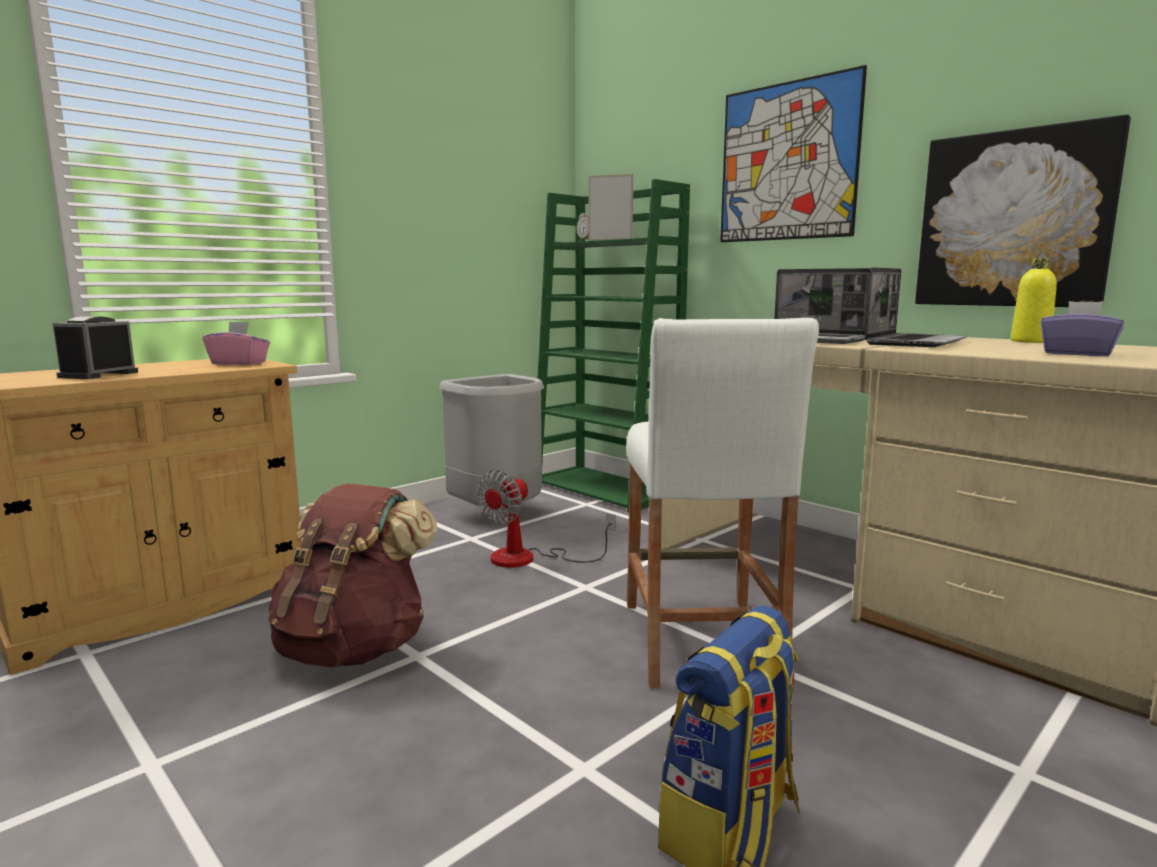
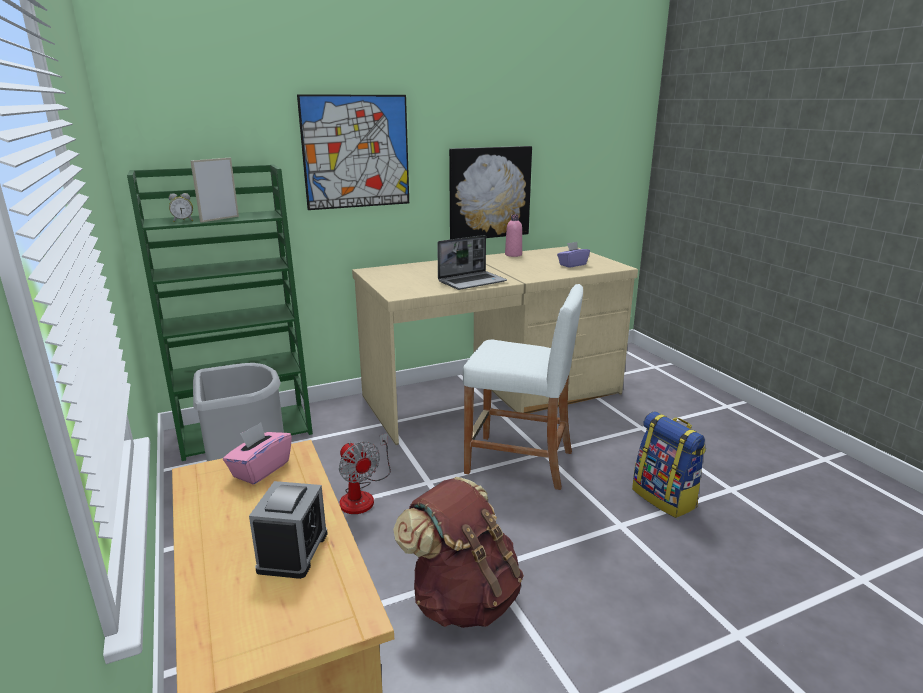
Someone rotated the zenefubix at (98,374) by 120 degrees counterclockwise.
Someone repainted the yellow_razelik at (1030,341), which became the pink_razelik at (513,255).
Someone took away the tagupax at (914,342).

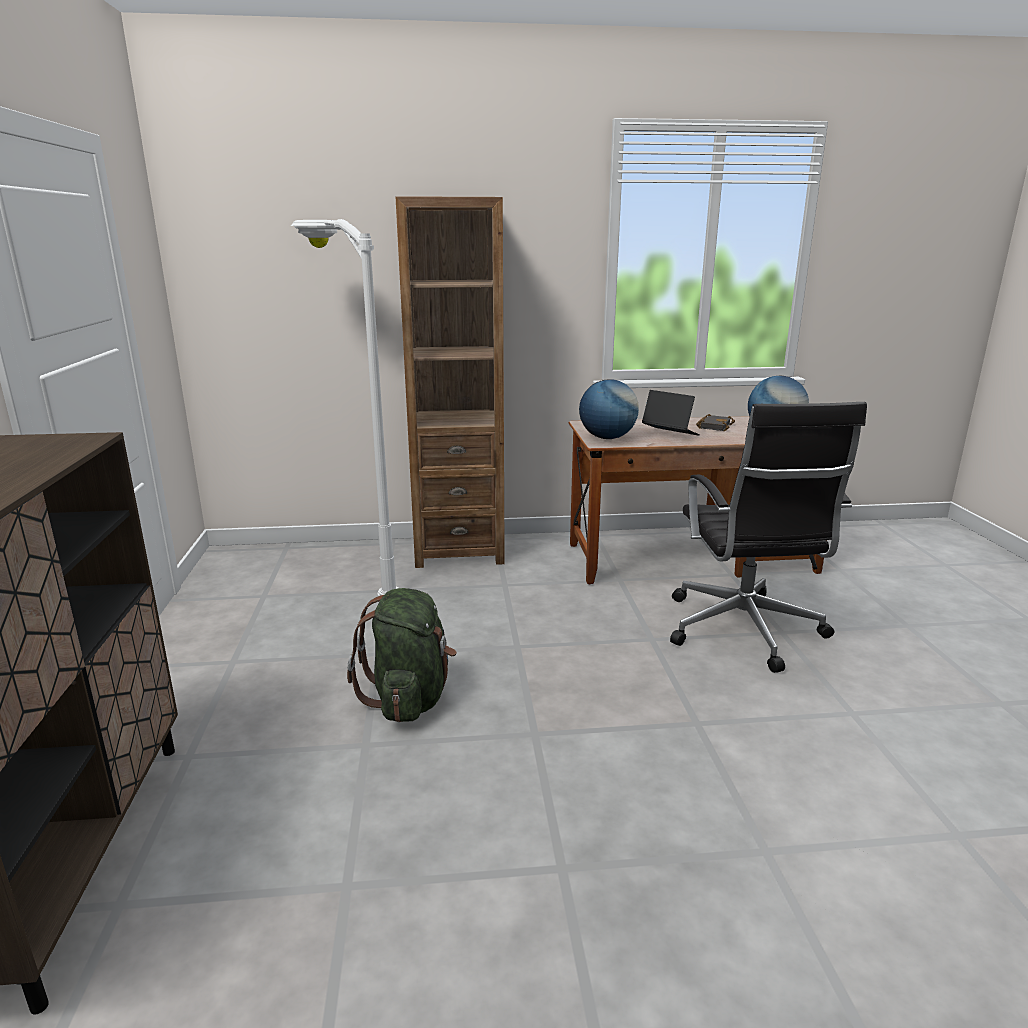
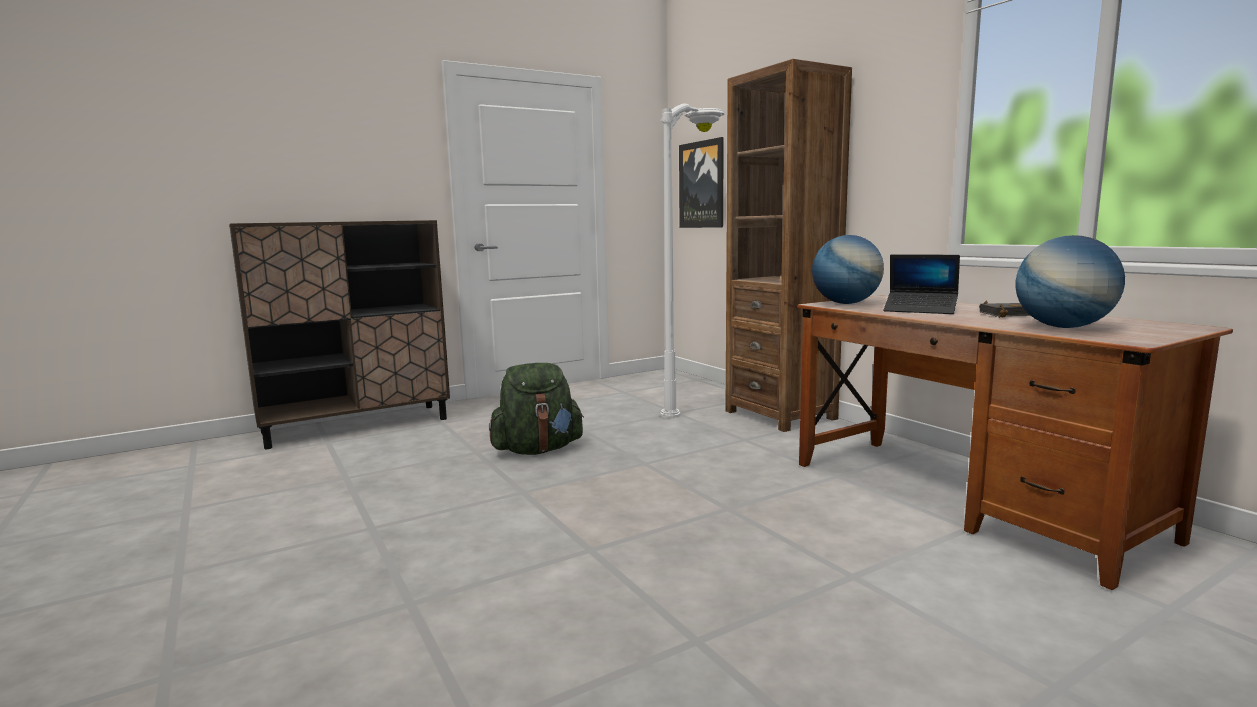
Someone put up the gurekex at (702,185).
Someone rotated the tagupax at (670,434) by 105 degrees clockwise.
Someone took away the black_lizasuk at (744,631).

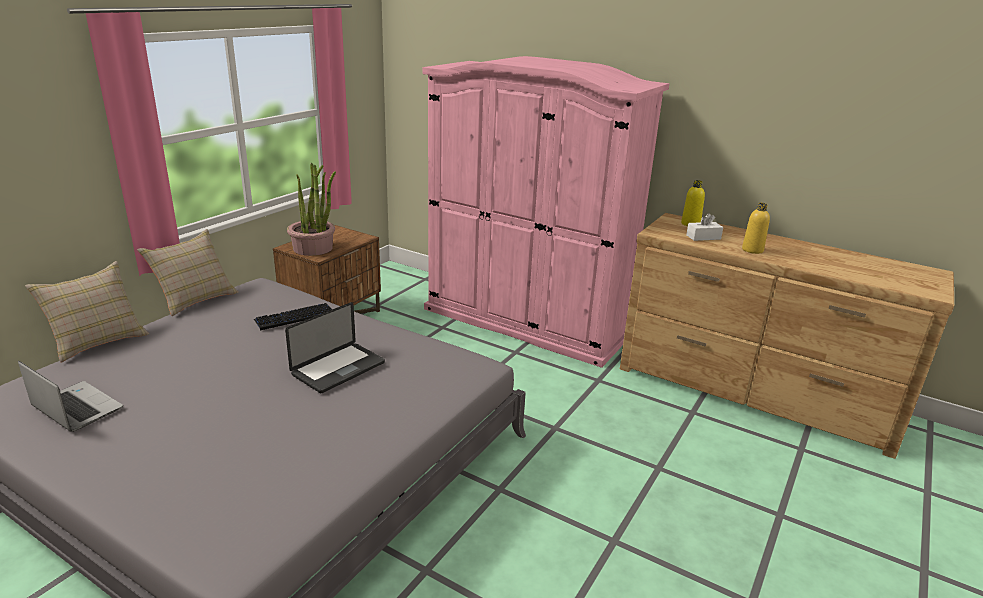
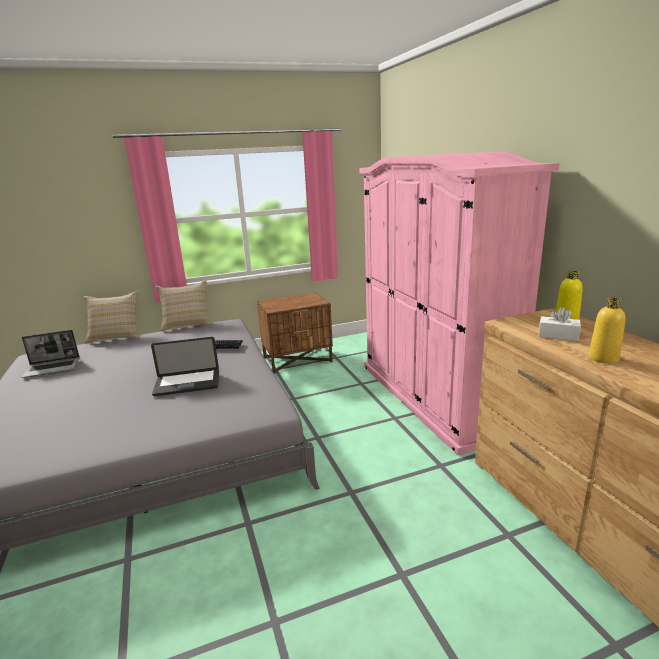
Someone rotated the tagupax at (75,408) by 90 degrees clockwise.
Someone took away the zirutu at (313,248).

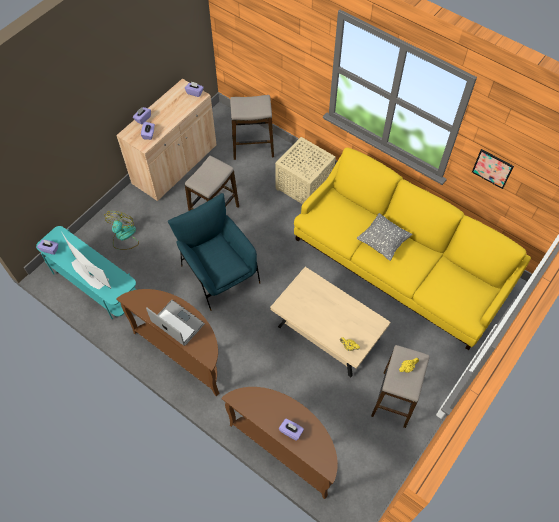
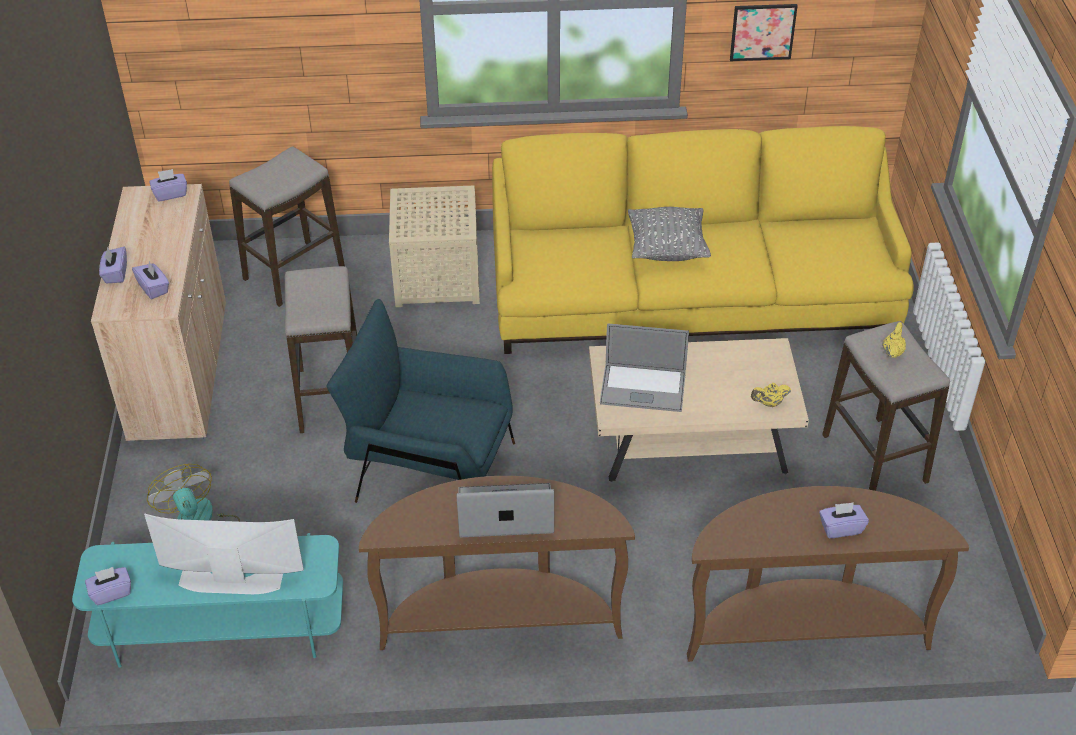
Someone put down the tagupax at (643,388).

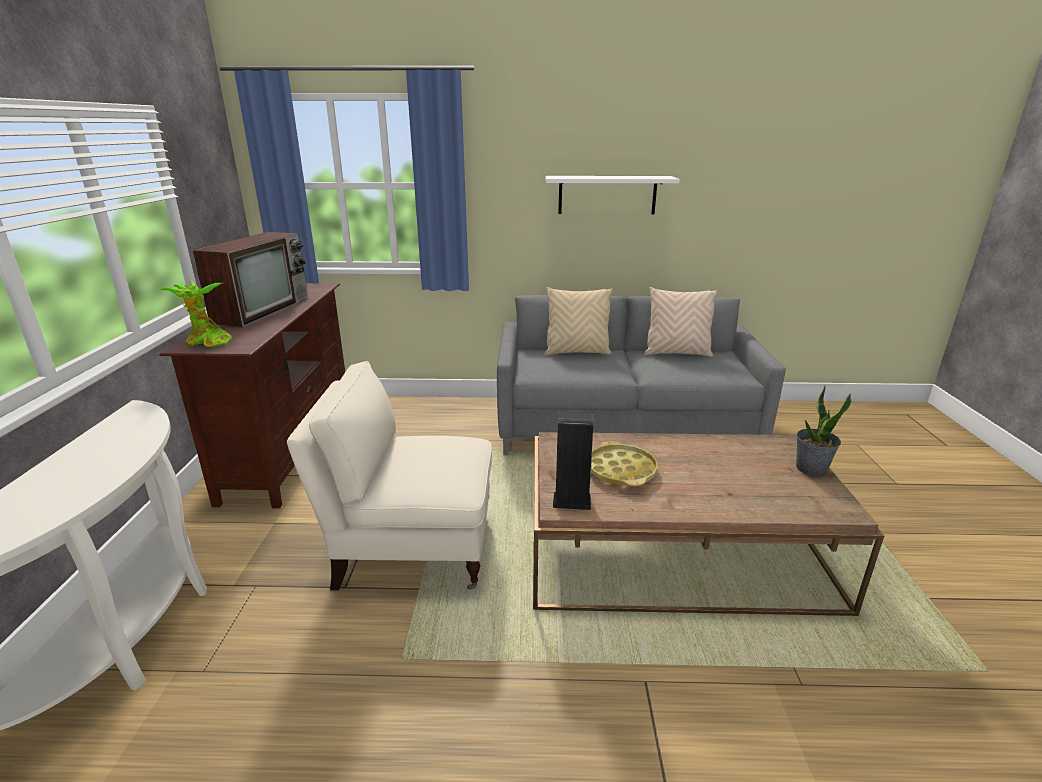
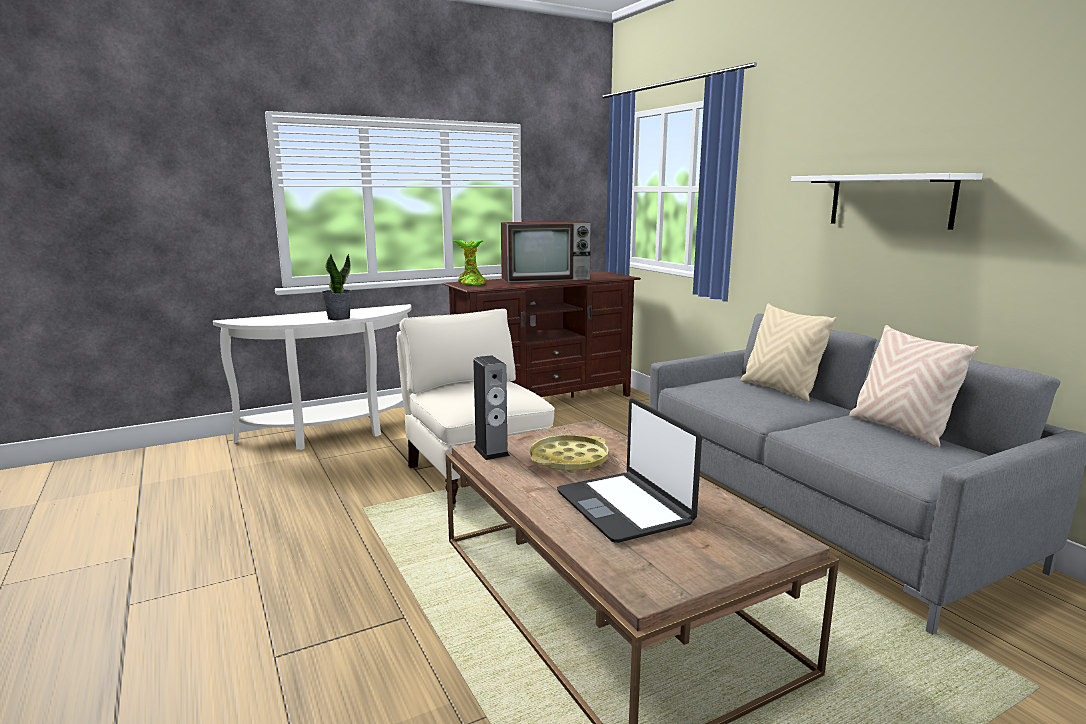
Someone carried the zirutu from (811,469) to (338,318).
Someone put down the tagupax at (624,507).

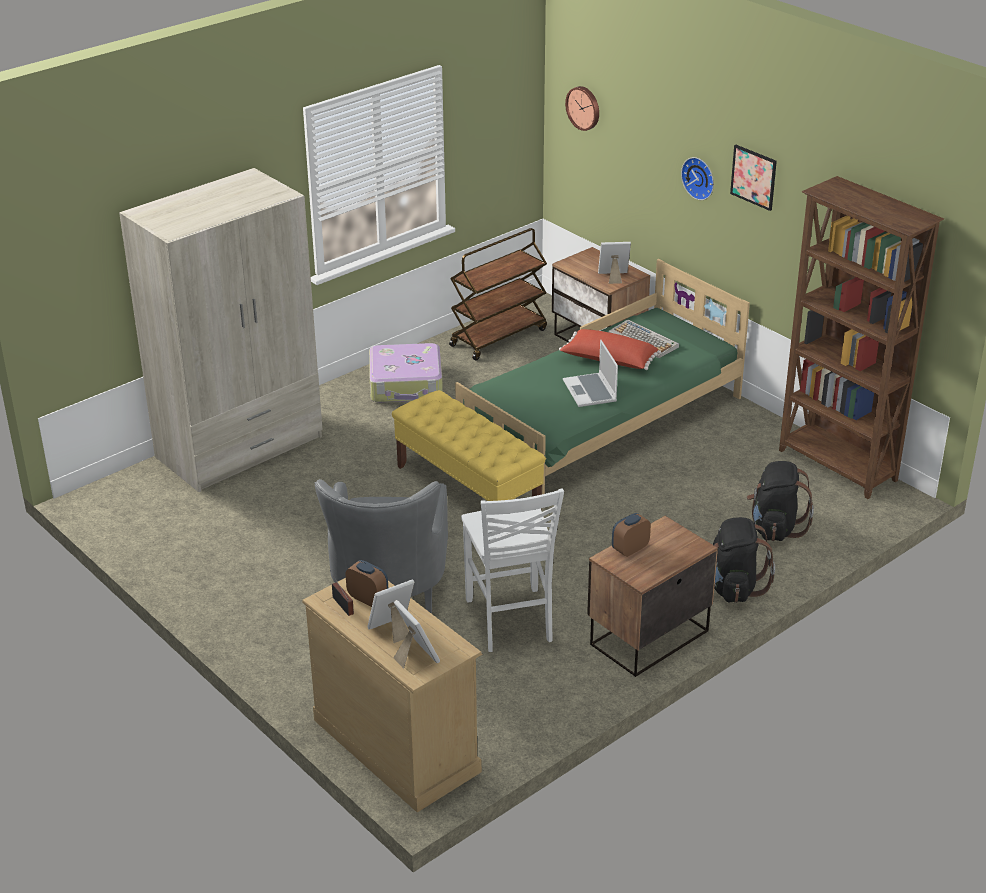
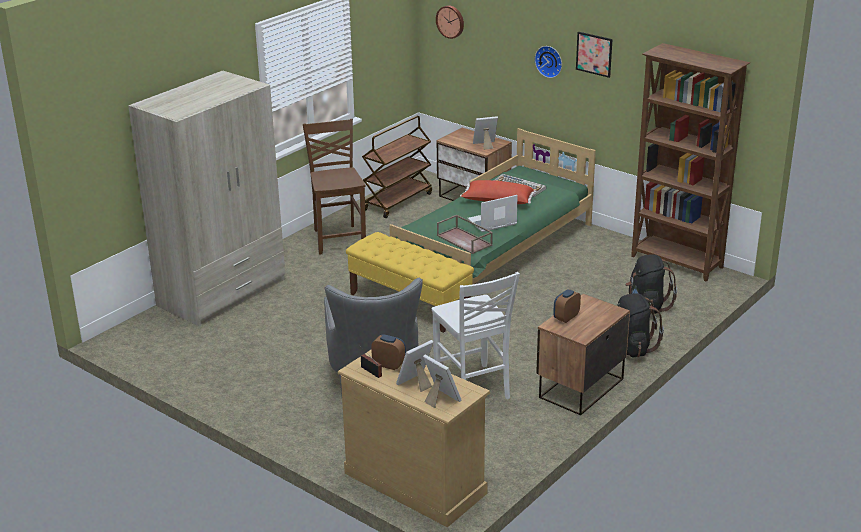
Someone swapped the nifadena at (406,385) for the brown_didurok at (338,239).
Someone put down the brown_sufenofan at (465,240).
Someone rotated the tagupax at (590,392) by 90 degrees clockwise.

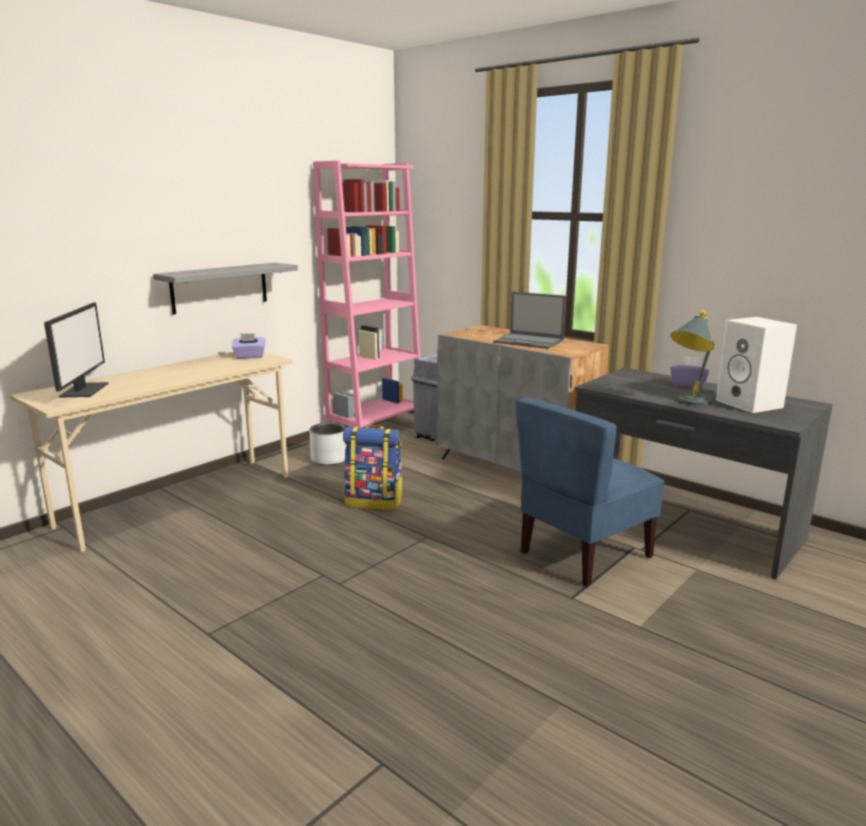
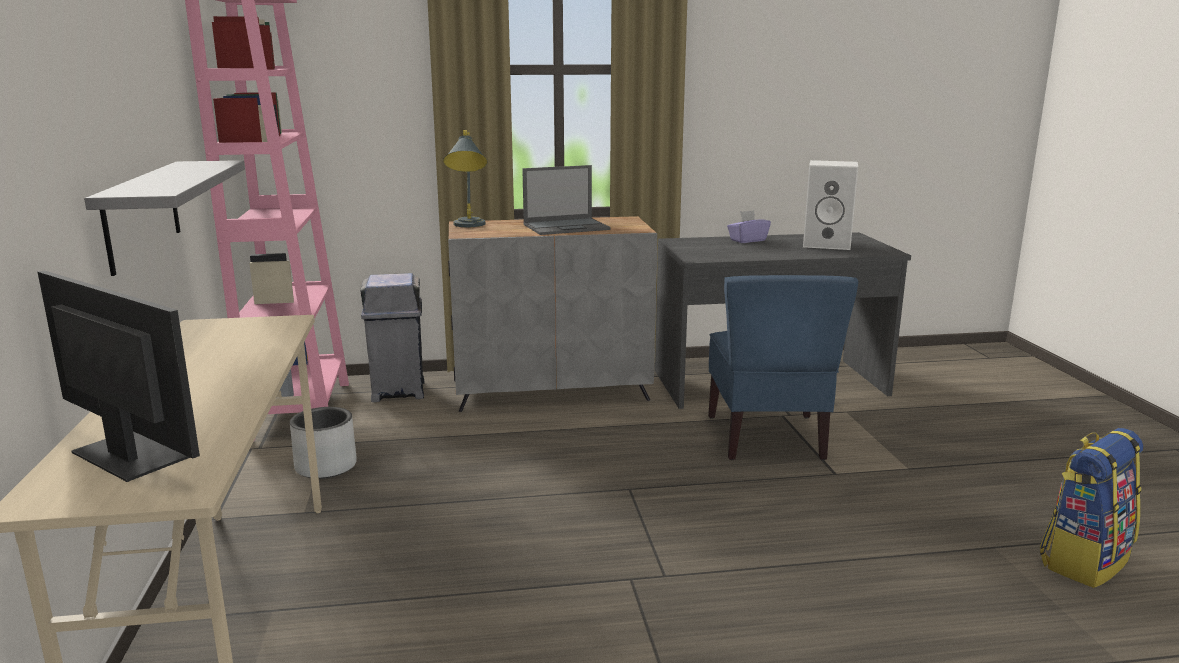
Someone carried the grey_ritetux from (688,403) to (468,226).
Someone carried the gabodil from (374,502) to (1084,560).
Someone took away the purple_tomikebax at (249,357).

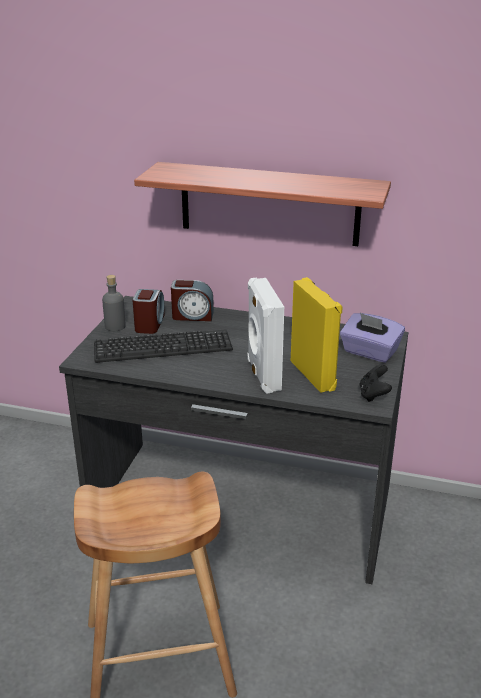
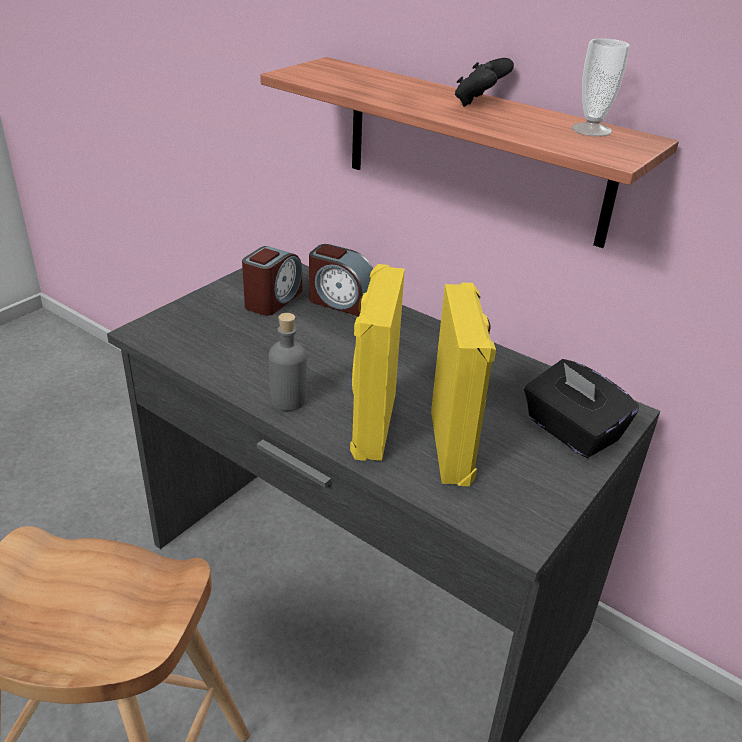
Someone carried the grey_razelik from (115,326) to (288,400).
Someone repainted the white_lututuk at (262,375), which became the yellow_lututuk at (371,424).
Someone carried the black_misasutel from (373,395) to (479,103).
Someone repainted the purple_tomikebax at (369,352), which became the black_tomikebax at (571,431).
Someone put down the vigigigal at (591,130).
Someone took away the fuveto at (163,347).

